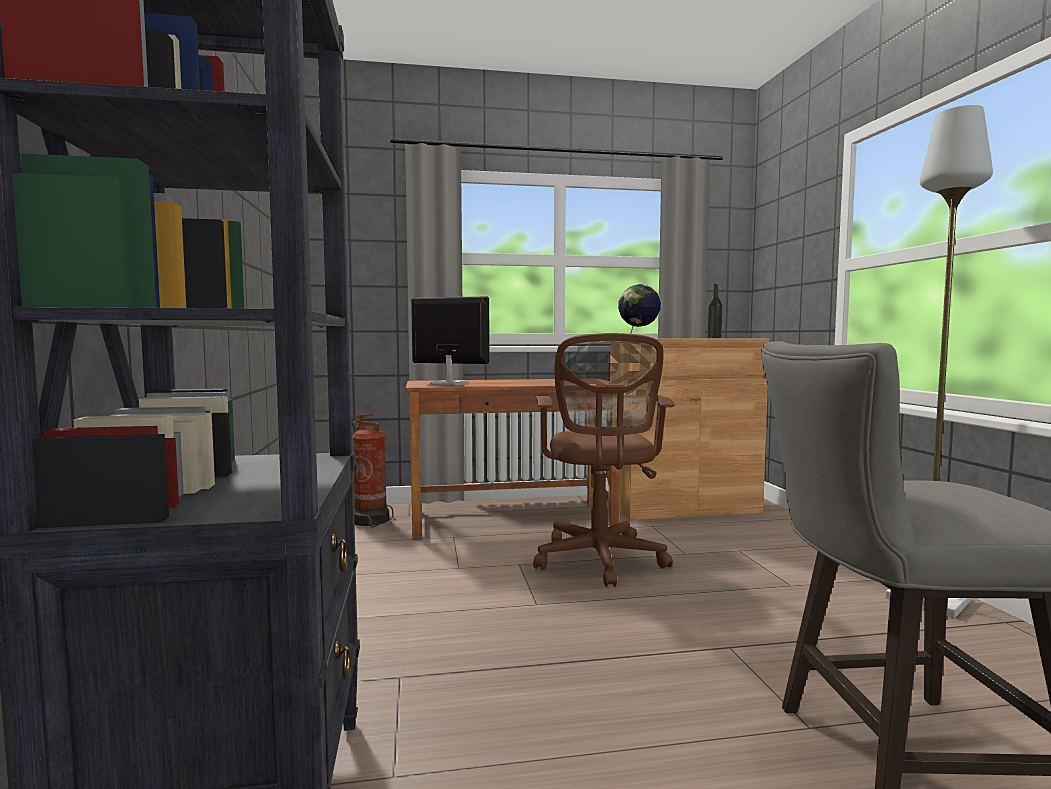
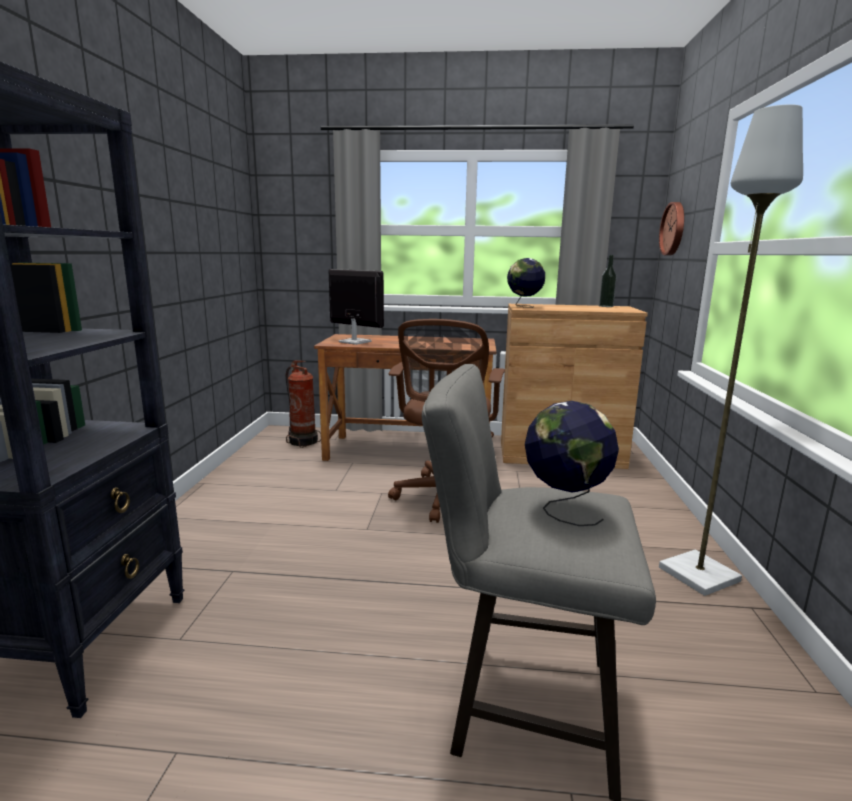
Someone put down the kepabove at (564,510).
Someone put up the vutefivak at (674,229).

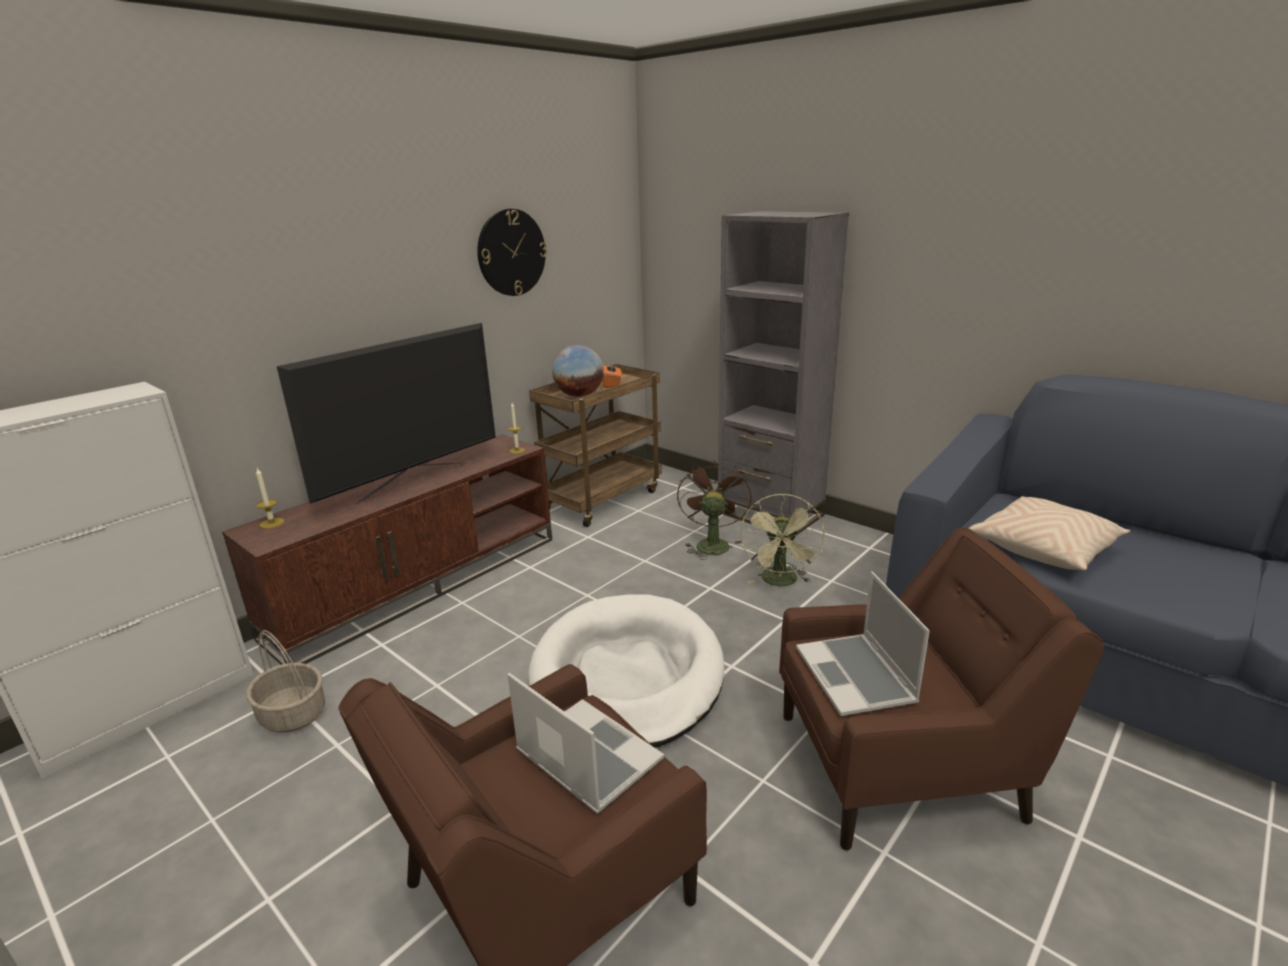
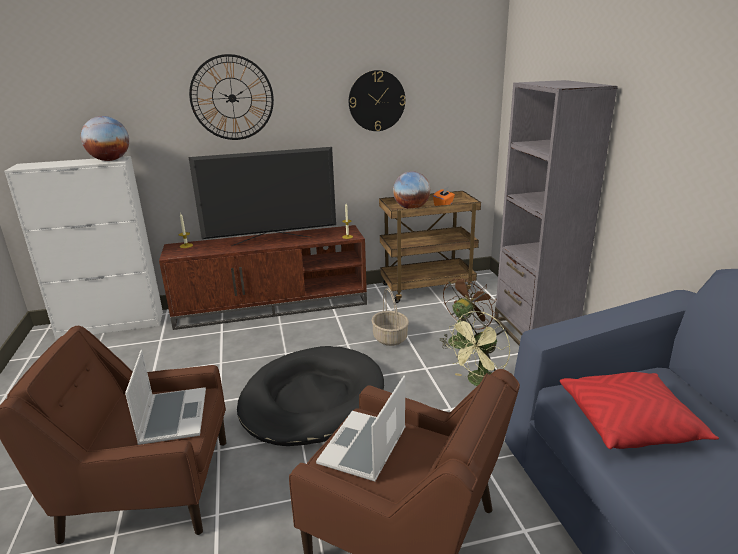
Someone put down the kepabove at (110,160).
Someone put up the vutefivak at (232,98).
Someone repainted the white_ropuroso at (627,676), which became the black_ropuroso at (312,400).
Someone carried the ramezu from (294,714) to (390,338).
Someone repainted the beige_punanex at (1044,548), which became the red_punanex at (629,423).

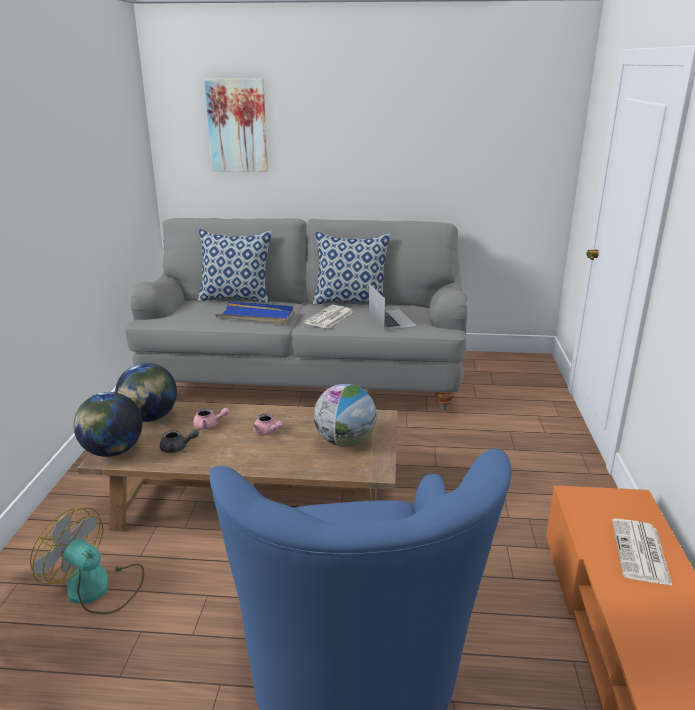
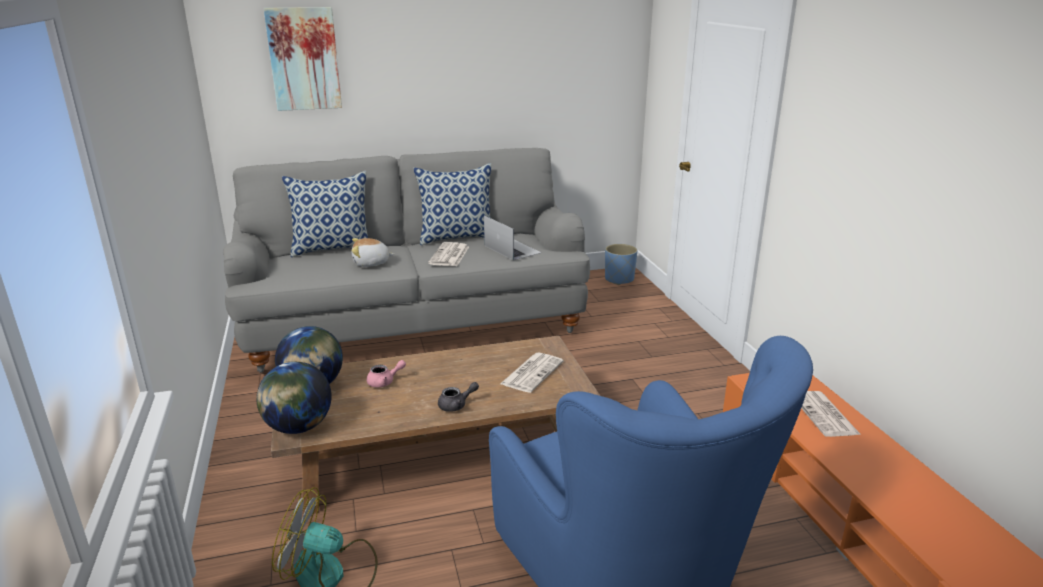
Someone swapped the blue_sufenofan at (256,315) for the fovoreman at (371,263).
Someone carried the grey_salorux from (177,448) to (456,405).
Someone swapped the kepabove at (345,442) for the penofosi at (532,372).
Someone put down the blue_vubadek at (619,279).
Someone took away the pink_salorux at (268,432).

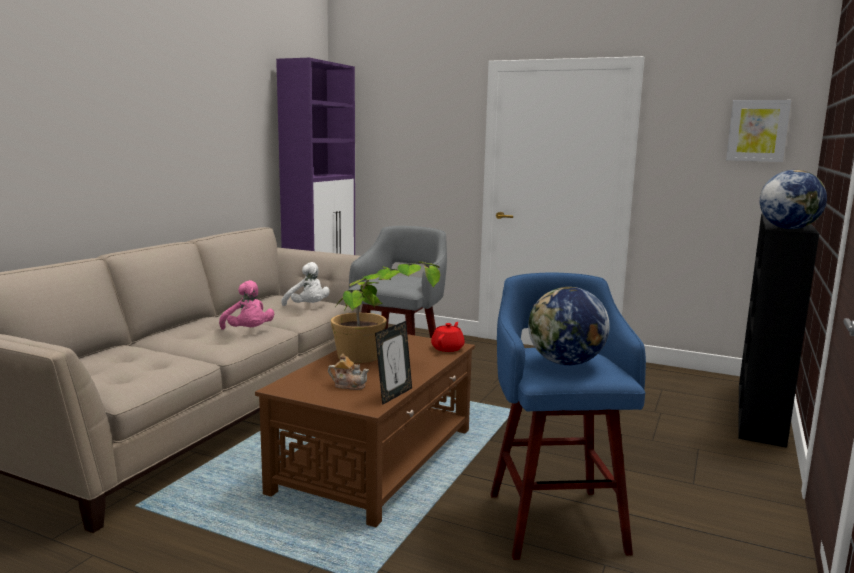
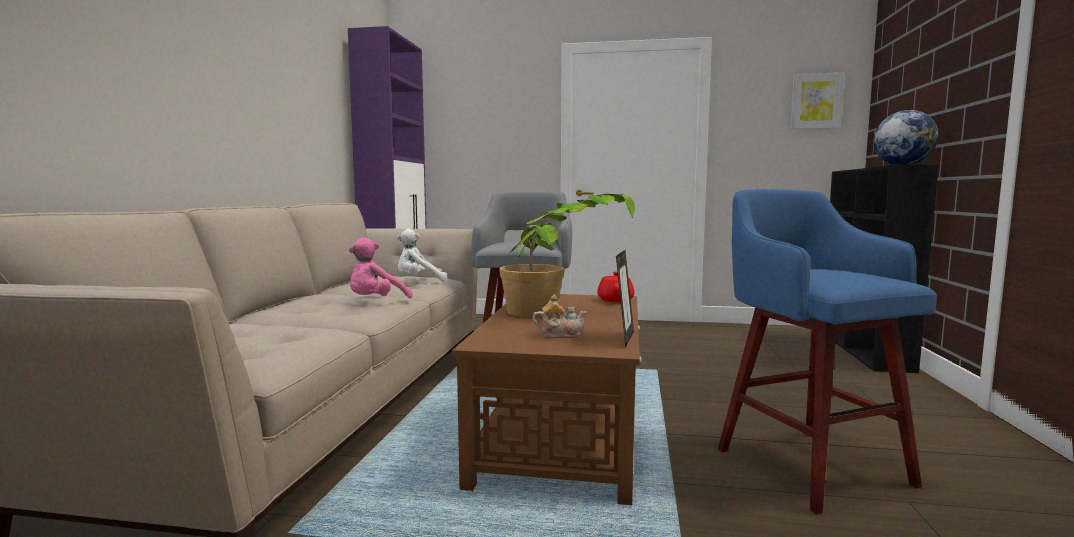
Someone rotated the pink_fovoreman at (248,332) by 90 degrees clockwise.
Someone rotated the white_fovoreman at (308,307) by 135 degrees clockwise.
Someone took away the kepabove at (565,363).

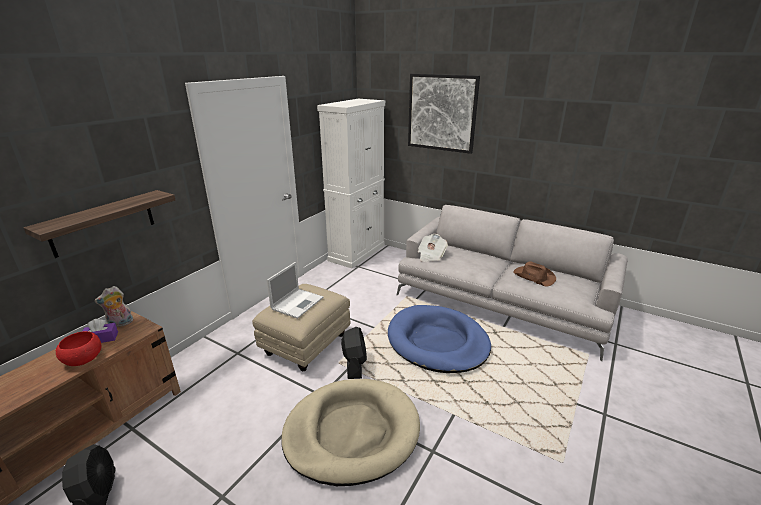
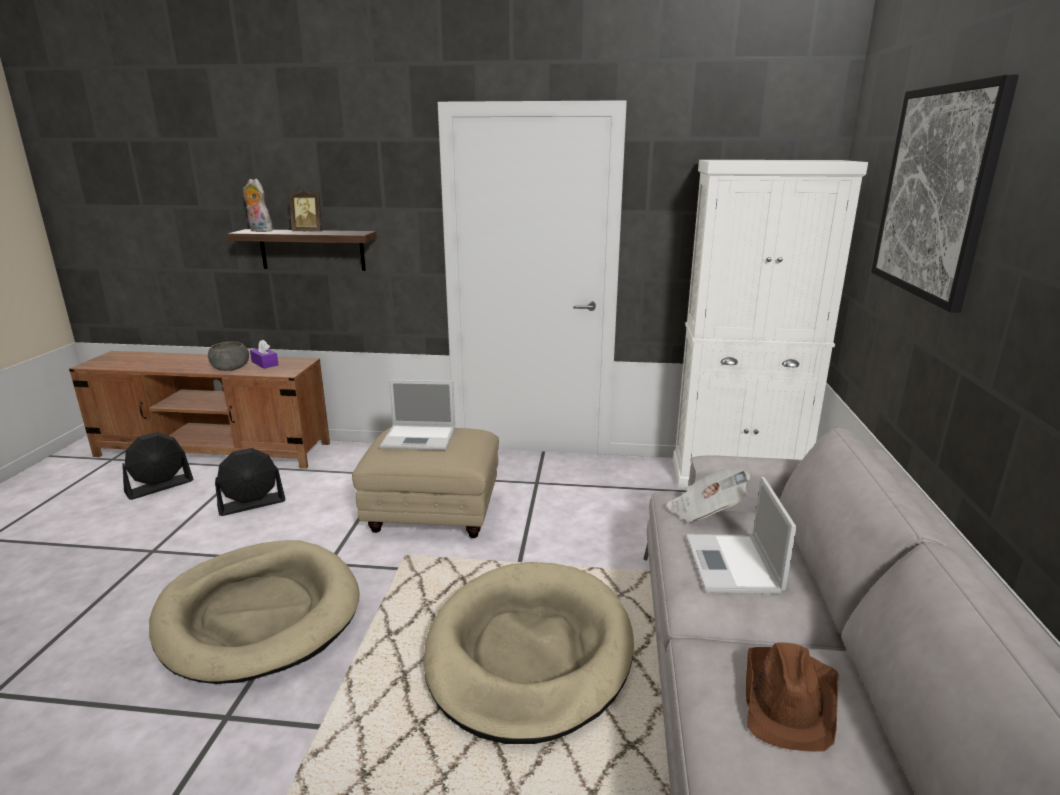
Someone repainted the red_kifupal at (83,359), which became the grey_kifupal at (230,368).
Someone carried the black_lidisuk from (354,364) to (252,504).
Someone carried the fovoreman from (120,324) to (259,231).
Someone put down the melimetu at (309,232).
Someone repainted the blue_ropuroso at (437,342), which became the beige_ropuroso at (529,652).
Someone put down the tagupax at (733,565).

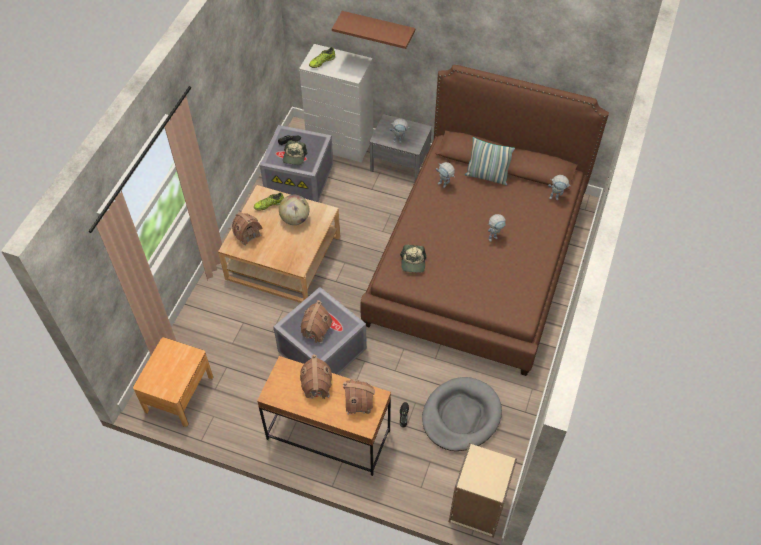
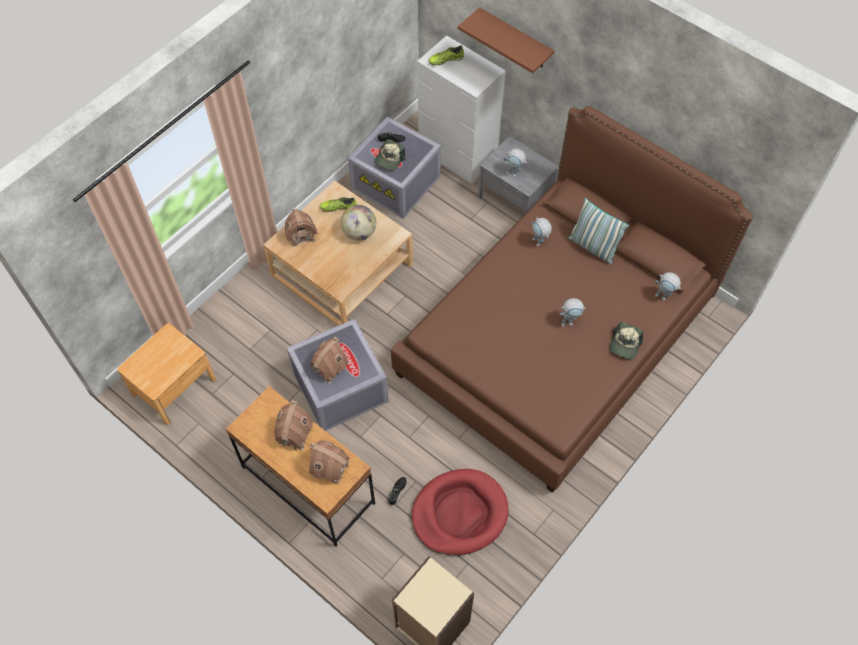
Someone repainted the grey_ropuroso at (461,416), which became the red_ropuroso at (459,513).
Someone carried the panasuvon from (413,262) to (625,344).

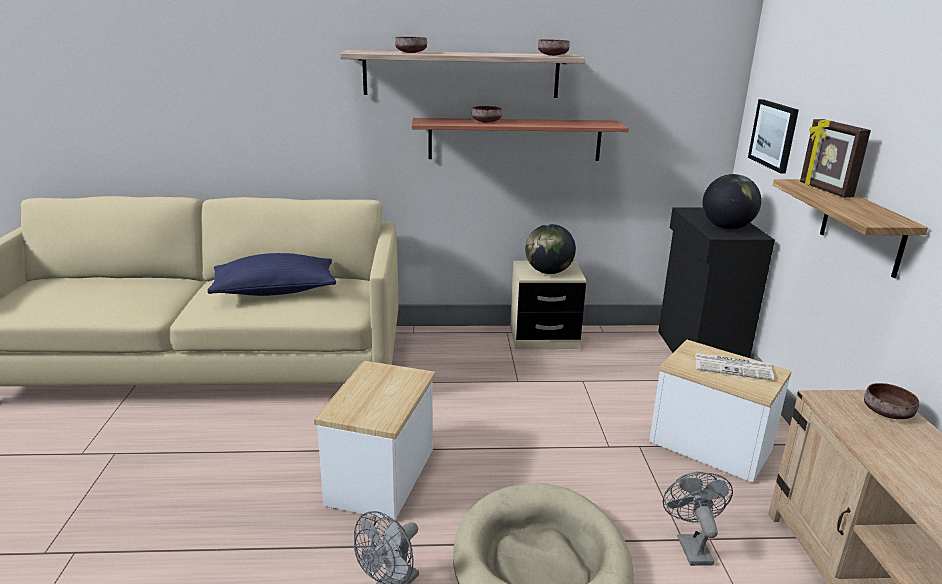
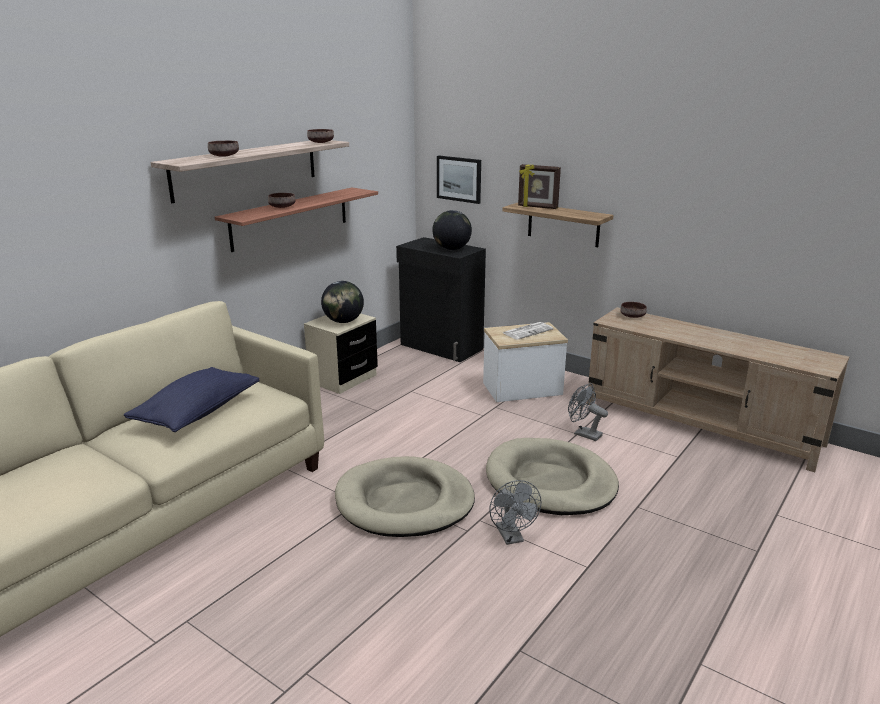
Someone swapped the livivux at (380,477) for the beige_ropuroso at (404,502).

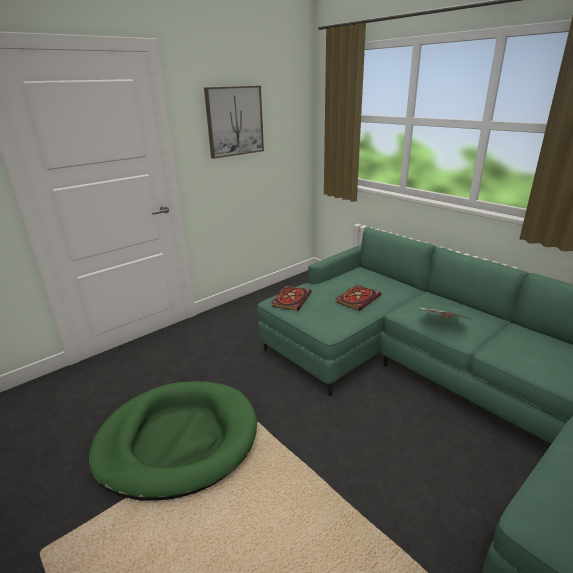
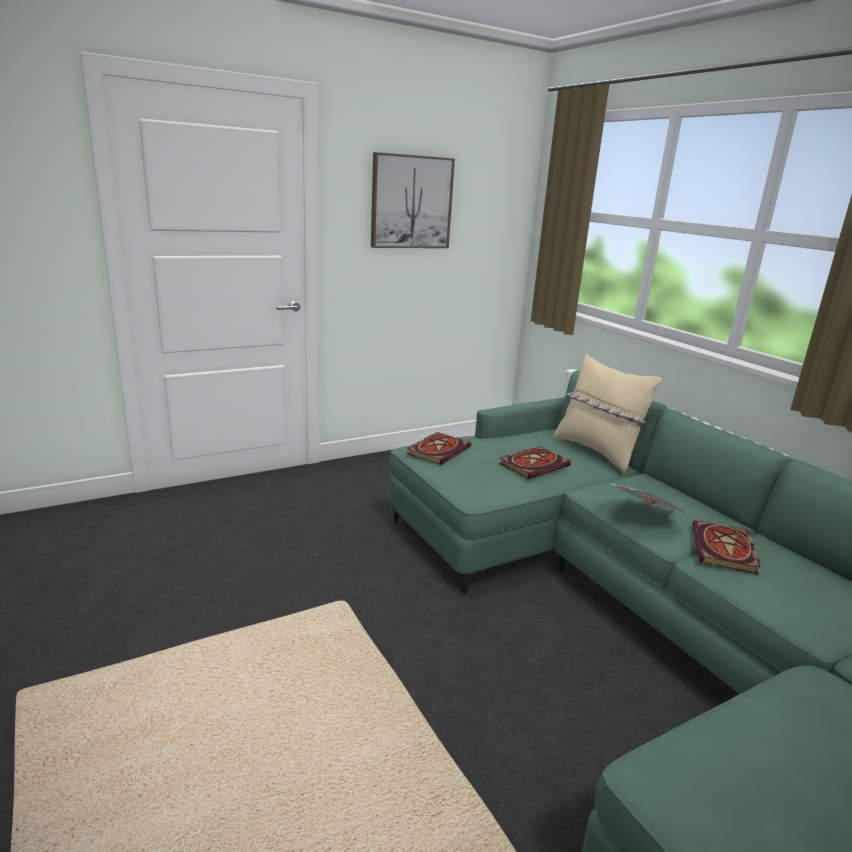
Someone put down the beige_punanex at (597,452).
Someone put down the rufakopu at (725,551).
Someone took away the green_ropuroso at (177,440).

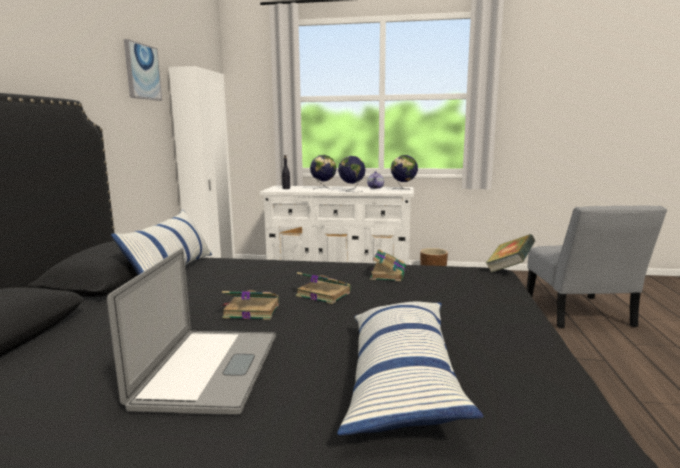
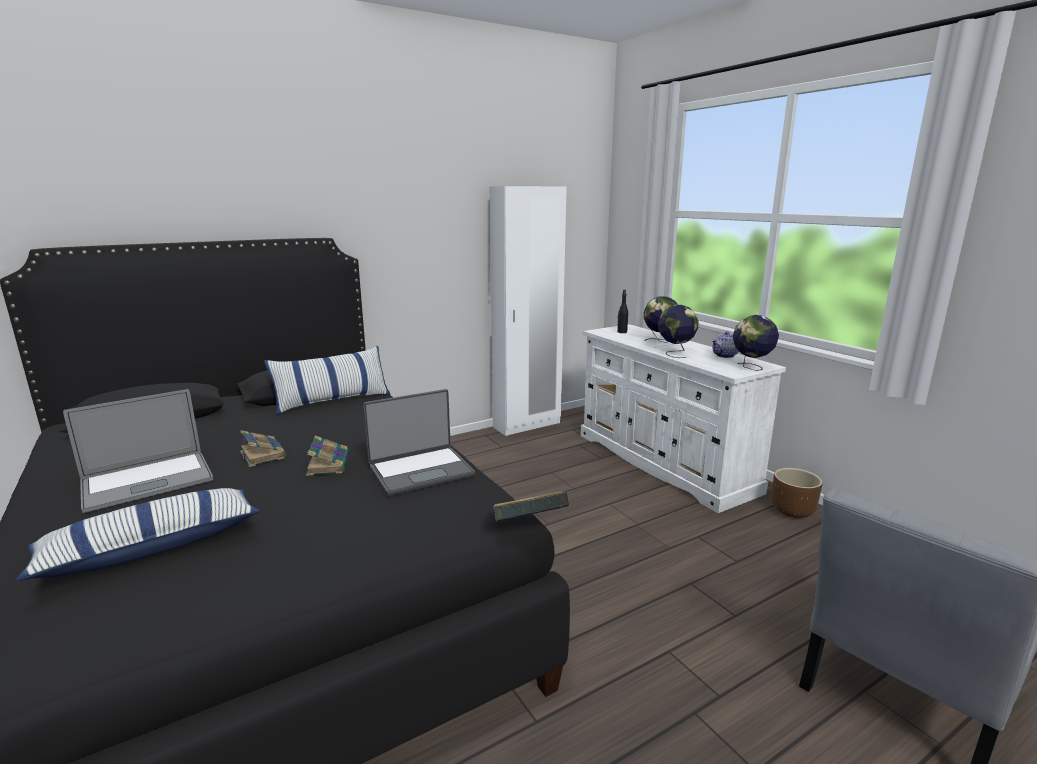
Someone swapped the rufakopu at (388,274) for the tagupax at (420,471).
Someone took away the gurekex at (142,72).

